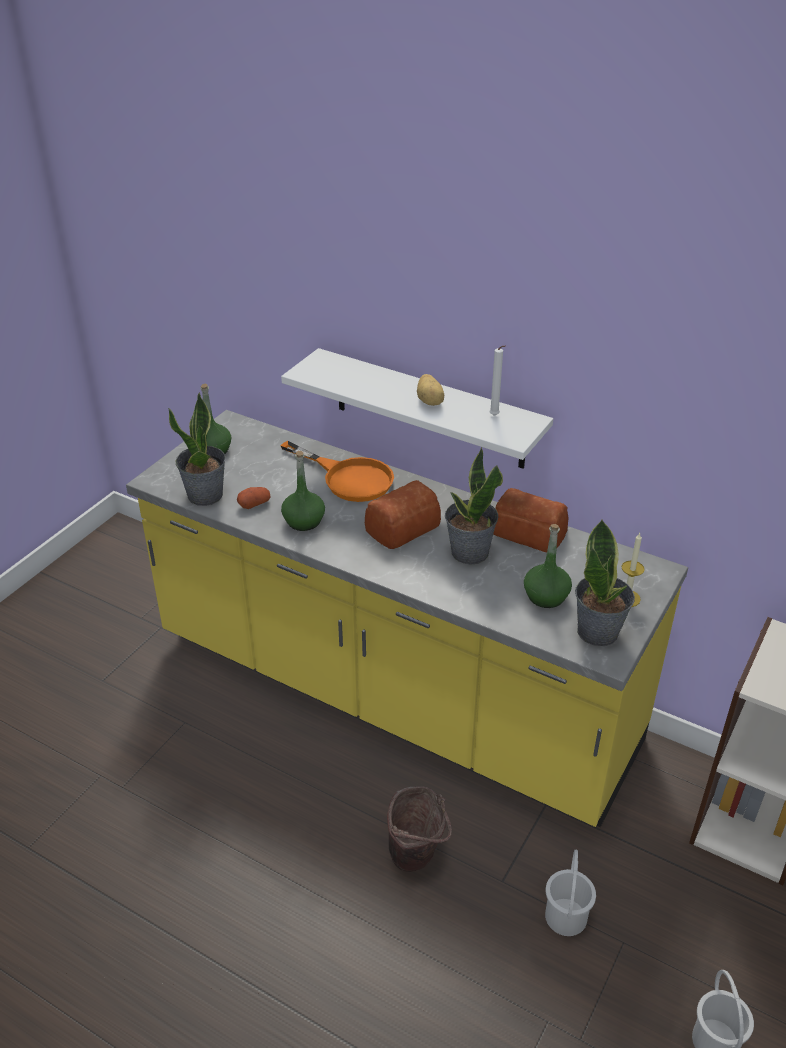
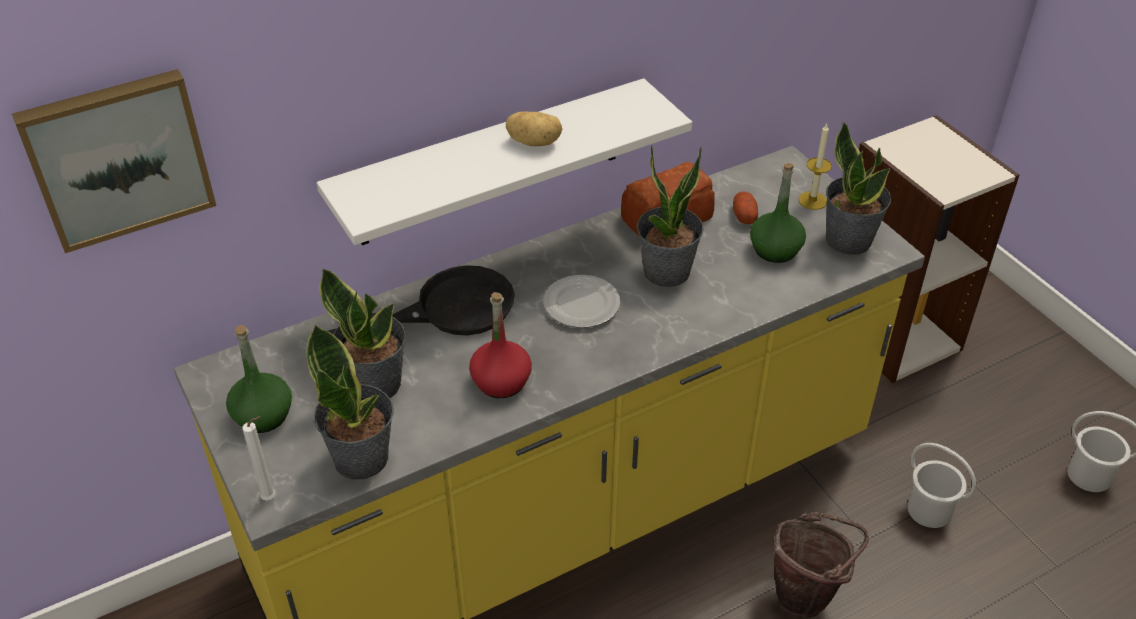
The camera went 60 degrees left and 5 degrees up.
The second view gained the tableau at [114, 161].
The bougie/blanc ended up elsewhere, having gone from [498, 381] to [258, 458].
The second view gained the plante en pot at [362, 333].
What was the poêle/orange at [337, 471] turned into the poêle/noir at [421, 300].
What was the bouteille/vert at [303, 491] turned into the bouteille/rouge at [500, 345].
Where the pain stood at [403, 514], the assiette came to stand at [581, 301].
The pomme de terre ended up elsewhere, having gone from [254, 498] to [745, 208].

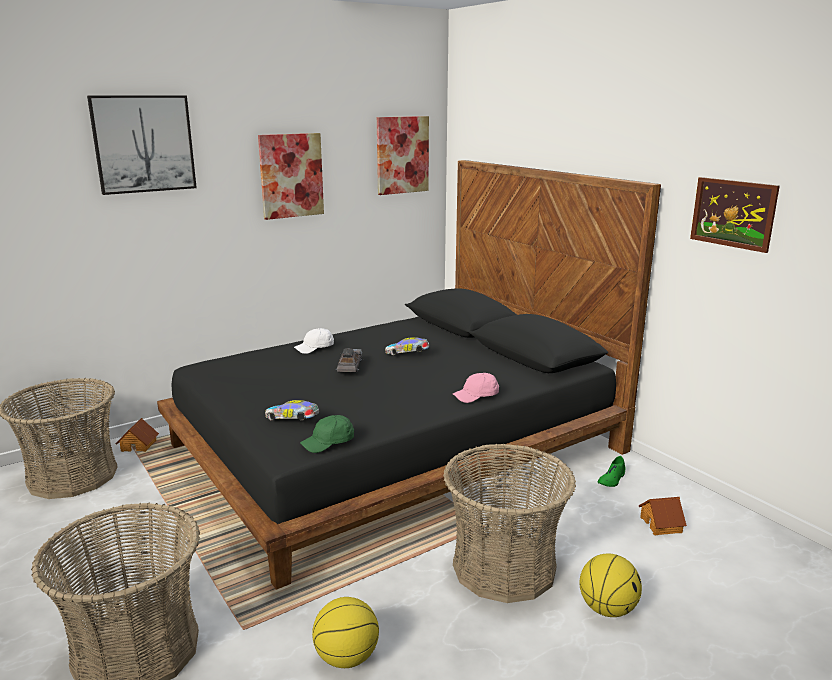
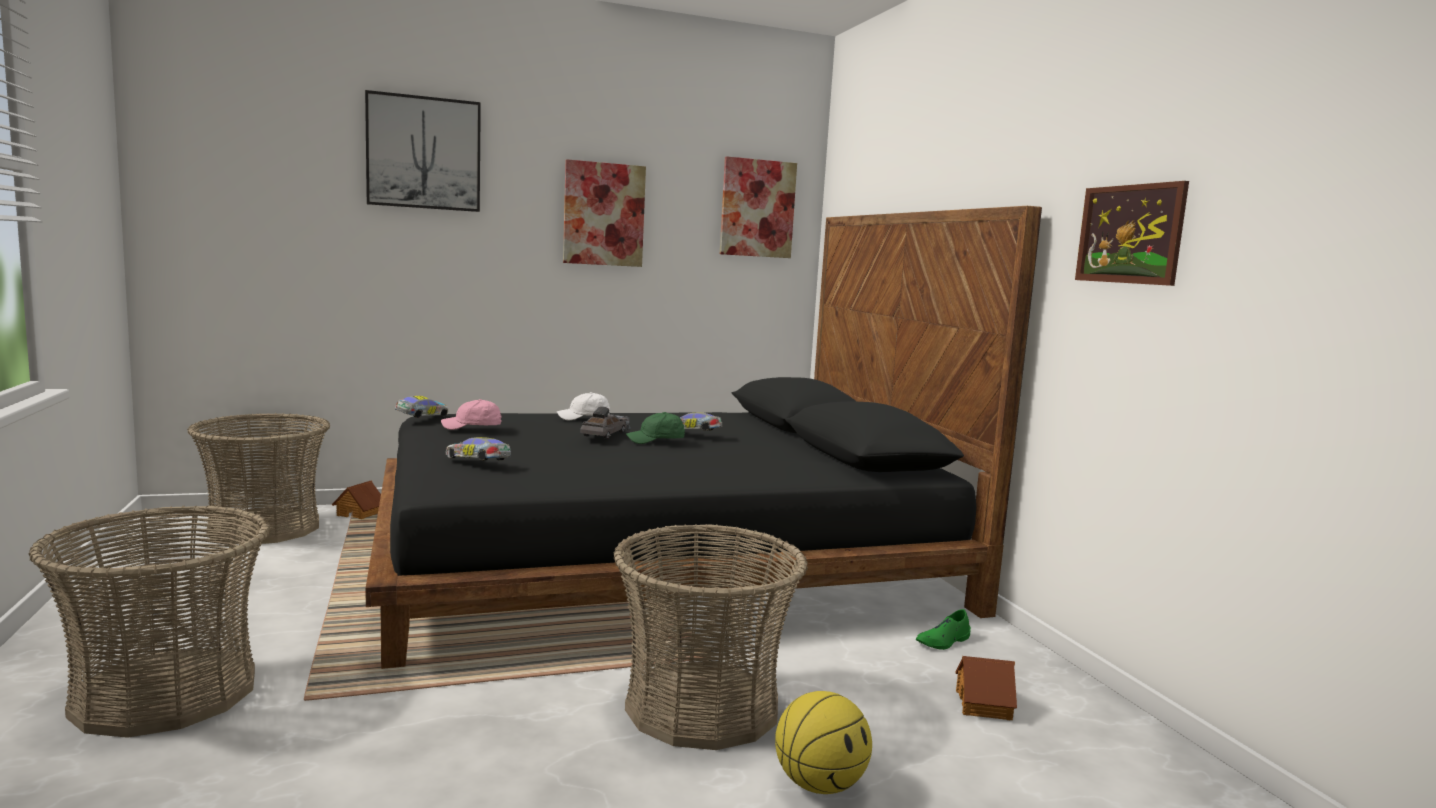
The camera went 15 degrees right and 10 degrees down.
The second view gained the petite voiture at [421, 406].
The casquette/rose ended up elsewhere, having gone from [476, 388] to [471, 414].
The casquette/vert ended up elsewhere, having gone from [327, 434] to [655, 428].
The second view lost the ballon de basket at [345, 632].

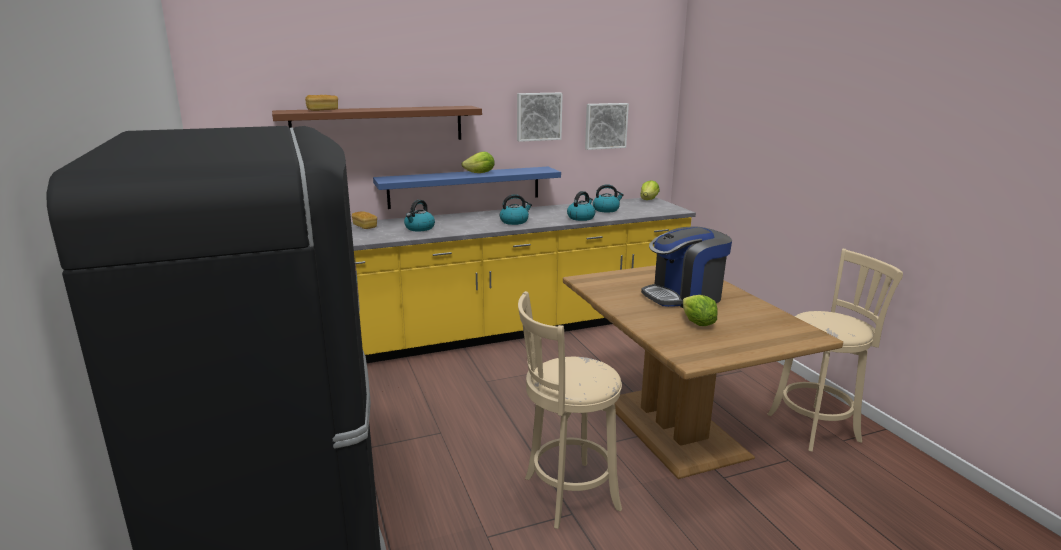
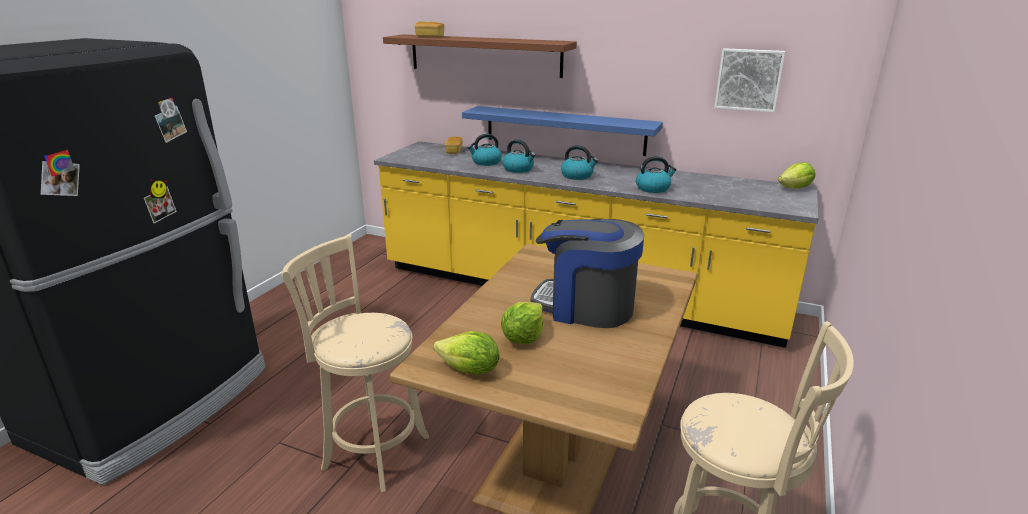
The camera went 45 degrees right and 5 degrees up.
The laitue ended up elsewhere, having gone from [478, 162] to [466, 352].
The bouilloire ended up elsewhere, having gone from [608, 198] to [519, 156].
The second view lost the tableau at [540, 117].

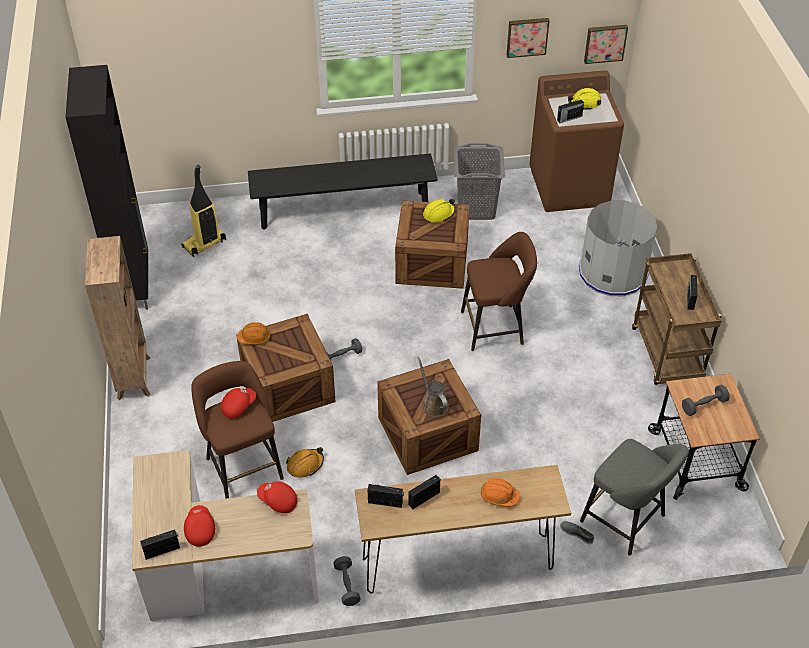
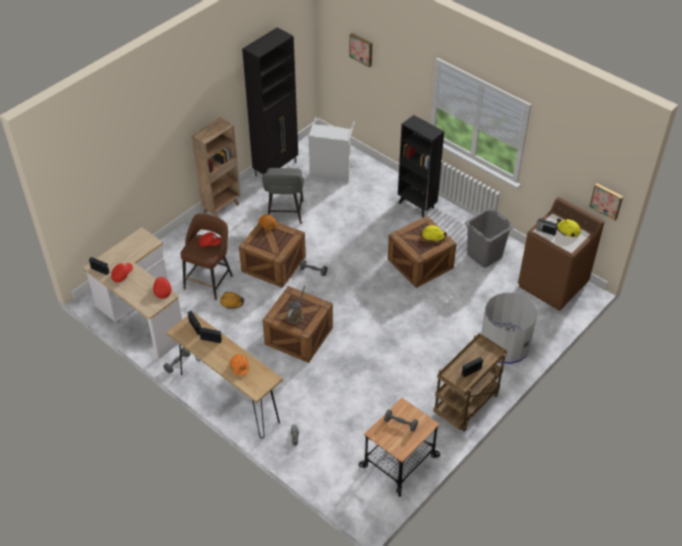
The camera went 50 degrees right and 0 degrees up.
The tabouret/gris ended up elsewhere, having gone from [634, 497] to [283, 196].
Where the aspirateur stood at [203, 211], the panier à linge/gris came to stand at [331, 148].
The tableau ended up elsewhere, having gone from [528, 38] to [361, 50].
Where the banc/noir stood at [343, 191], the bibliothèque/noir came to stand at [421, 166].
The second view lost the tabouret/marron at [499, 291].

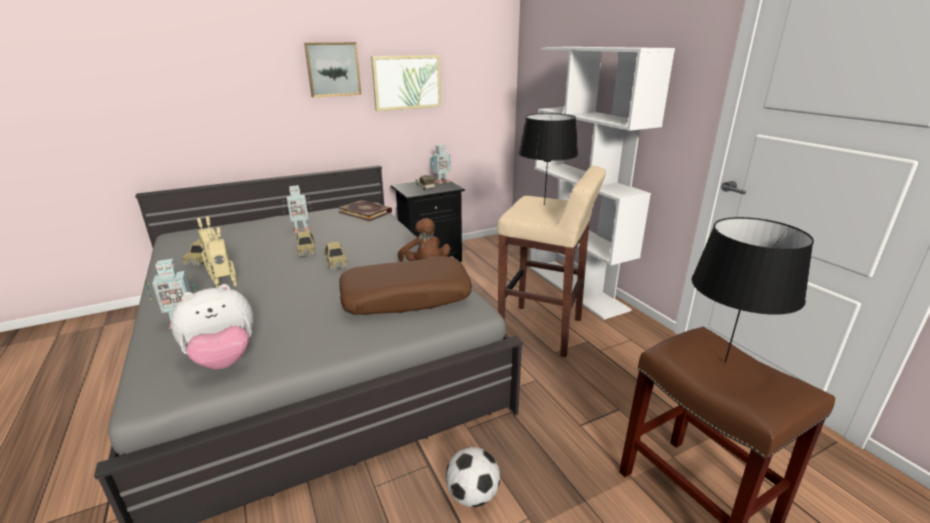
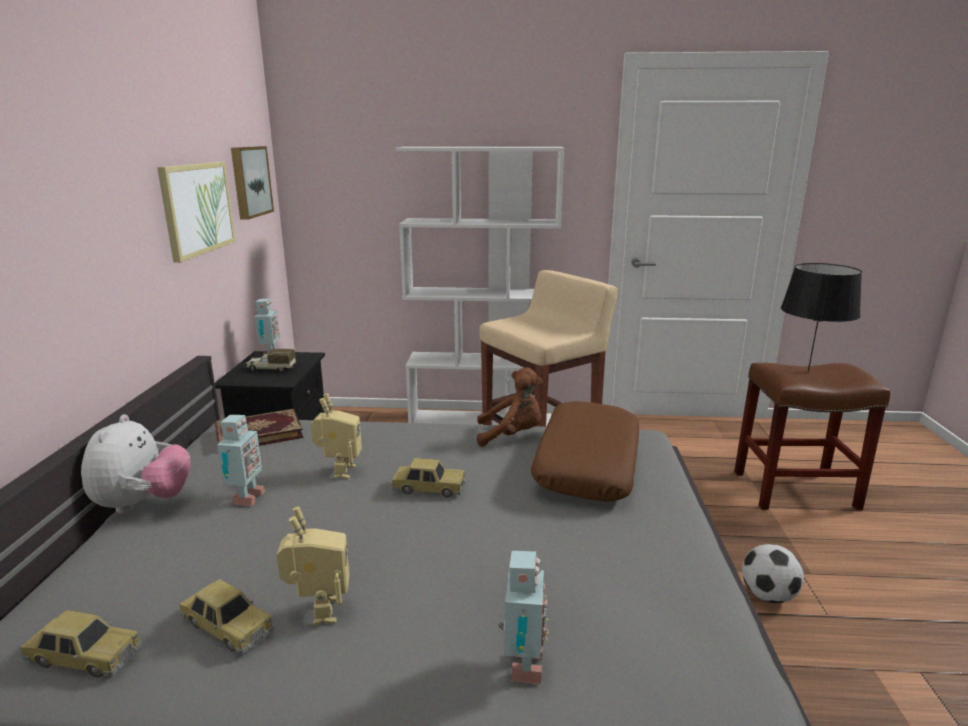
The camera went 60 degrees left and 5 degrees down.
The petite voiture ended up elsewhere, having gone from [305, 244] to [81, 644].
The peluche ended up elsewhere, having gone from [212, 326] to [136, 464].
The tableau ended up elsewhere, having gone from [332, 69] to [252, 183].
The robot jouet ended up elsewhere, having gone from [222, 257] to [336, 436].
The second view lost the lampe de table/noir at [548, 159].

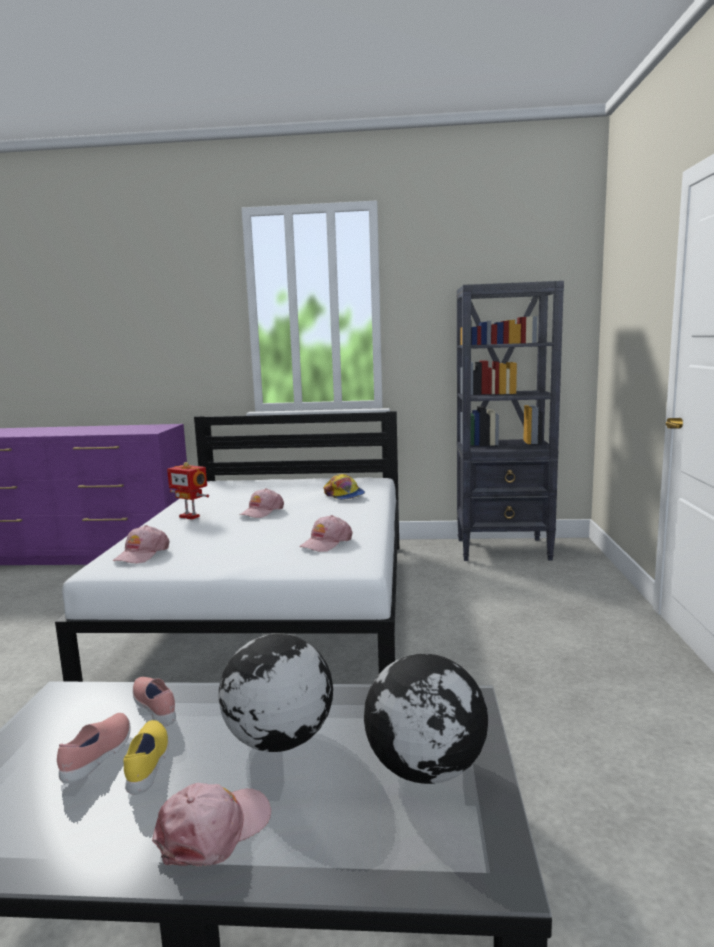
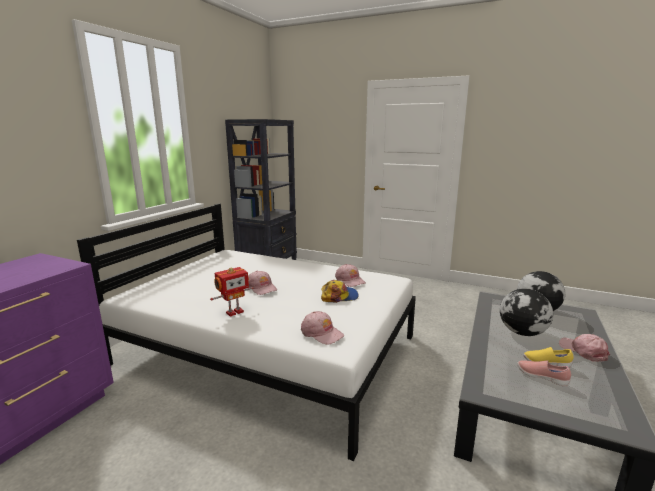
The camera went 70 degrees left and 5 degrees up.
The casquette ended up elsewhere, having gone from [344, 487] to [340, 291].
The second view lost the chaussure/rose at [154, 701].

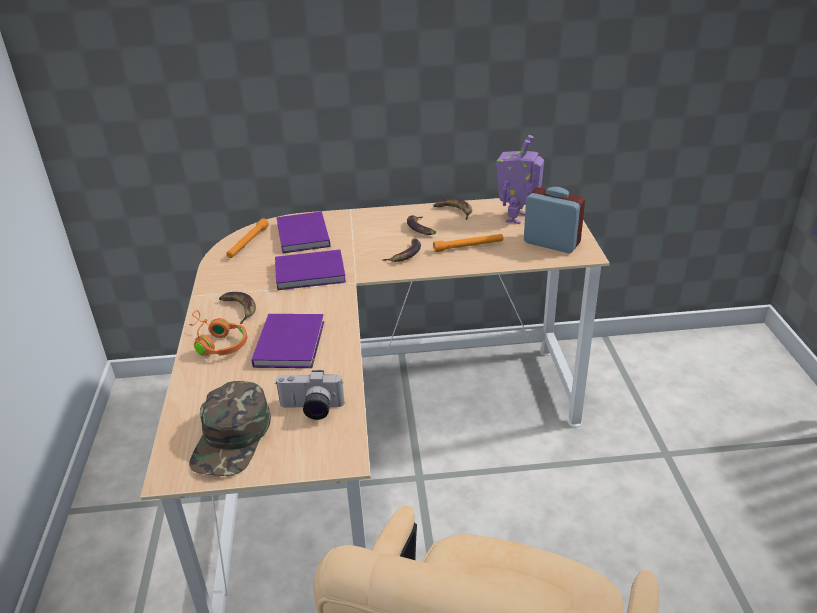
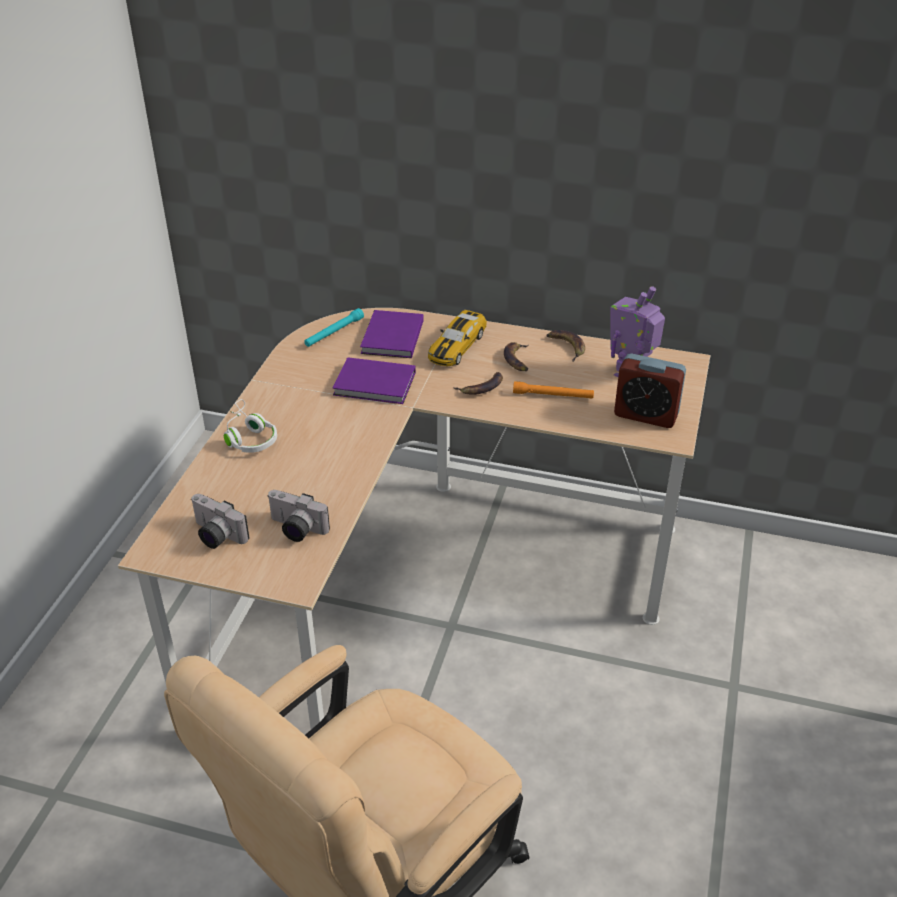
The camera went 20 degrees right and 5 degrees up.
Where the casquette/vert stood at [230, 428], the appareil photo came to stand at [220, 521].
What was the casque audio/orange at [218, 333] turned into the casque audio/blanc at [250, 426].
What was the lampe de poche/orange at [247, 238] turned into the lampe de poche/turquoise at [334, 327].
The second view gained the petite voiture at [457, 338].
The réveil at [554, 220] ended up facing another way, 150 degrees clockwise from before.
The second view lost the banane at [237, 308].
The second view lost the livre/violet at [287, 341].

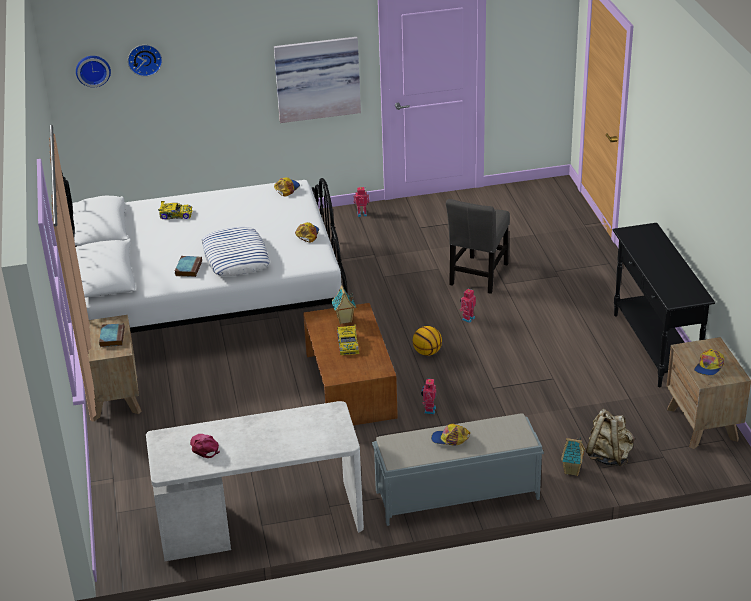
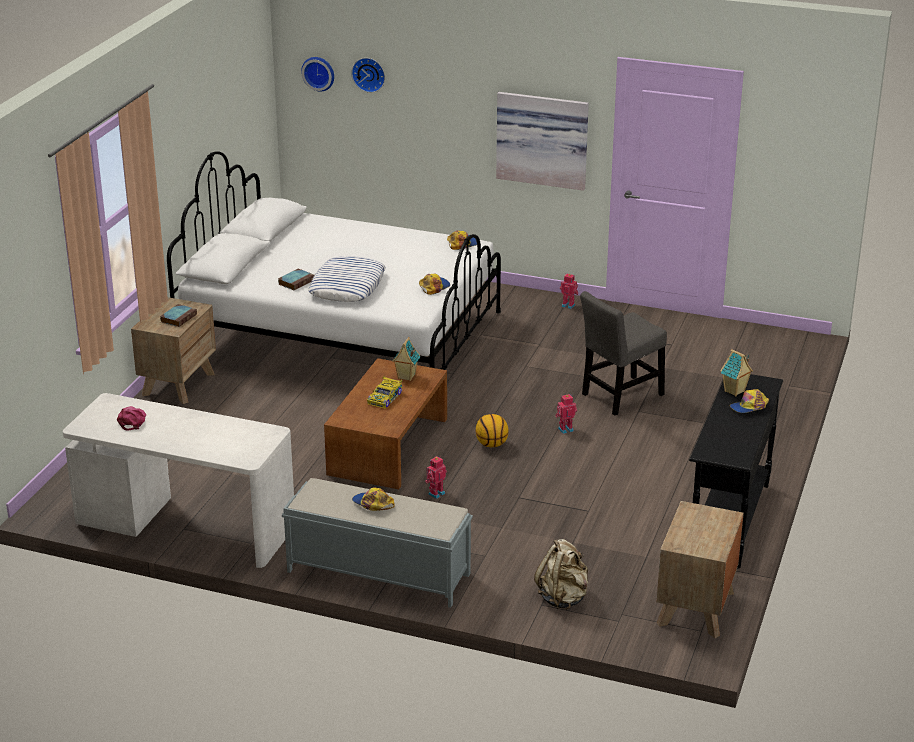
The camera went 30 degrees right and 5 degrees down.
The maison miniature ended up elsewhere, having gone from [573, 456] to [736, 372].
The casquette ended up elsewhere, having gone from [709, 362] to [749, 401].
The second view lost the petite voiture at [175, 210].

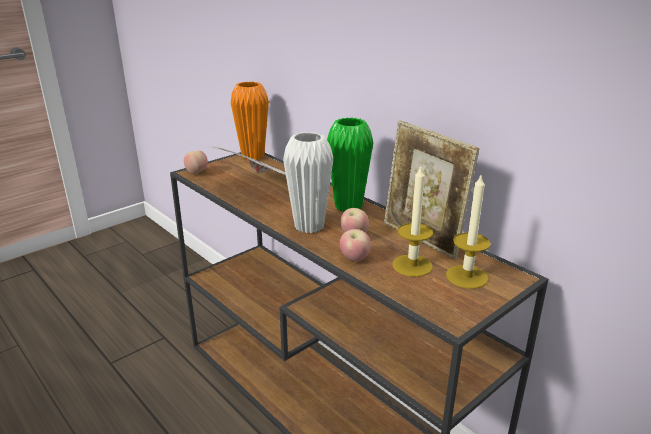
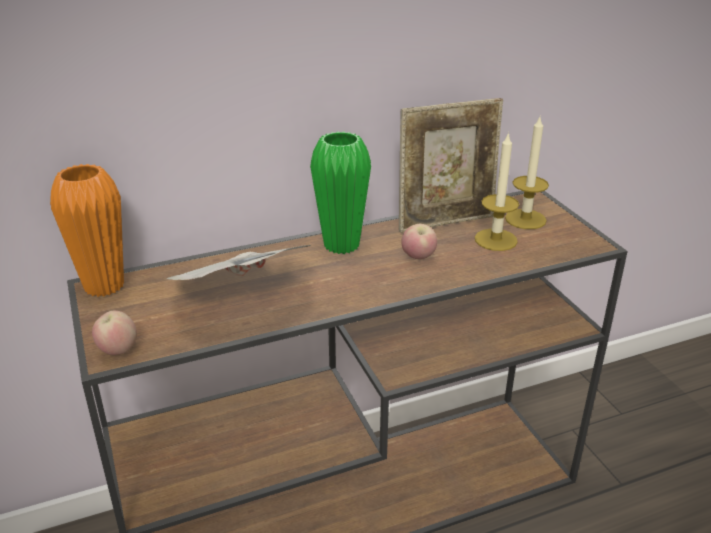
The camera went 70 degrees left and 5 degrees up.
The second view lost the vase/blanc at [308, 182].
The second view lost the pomme at [355, 245].

